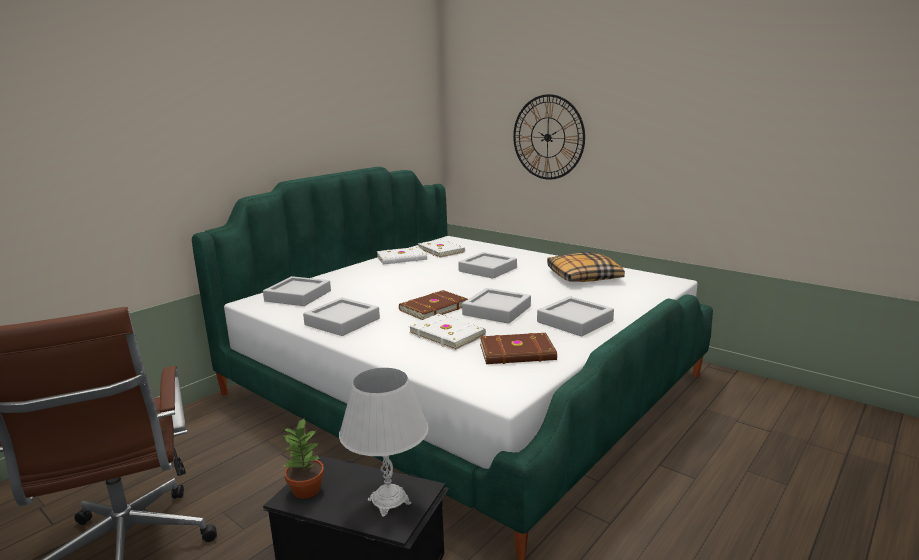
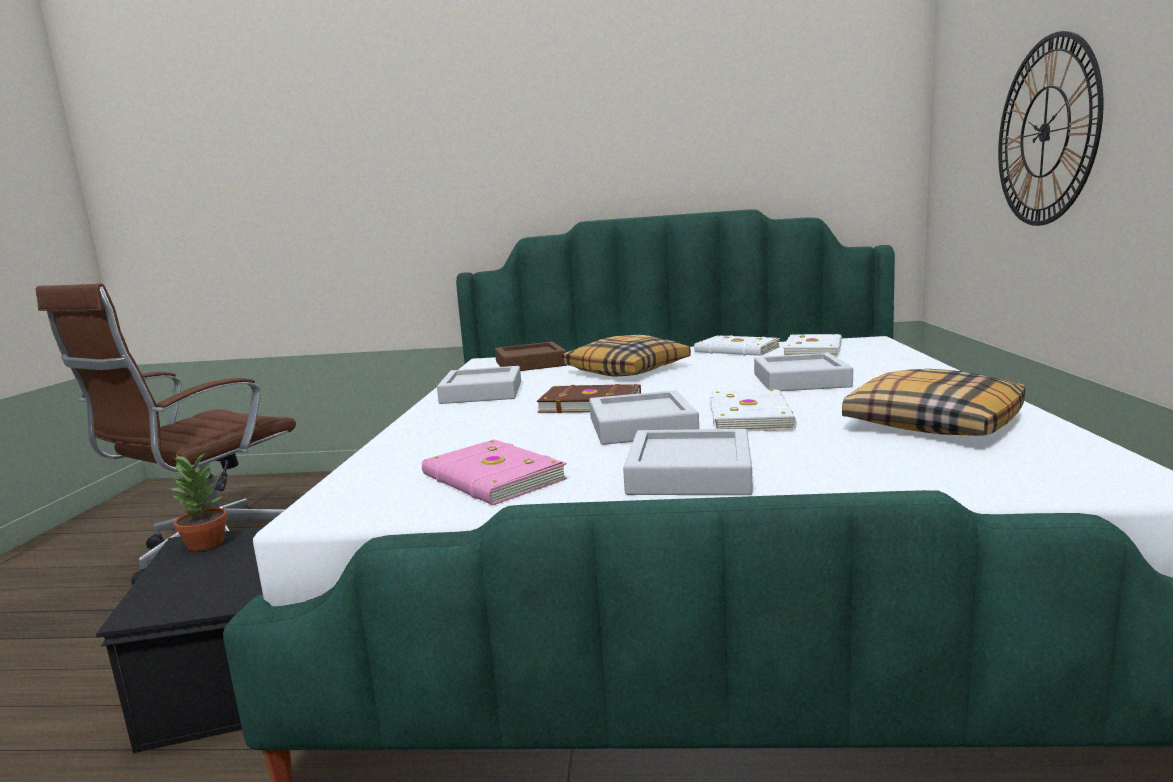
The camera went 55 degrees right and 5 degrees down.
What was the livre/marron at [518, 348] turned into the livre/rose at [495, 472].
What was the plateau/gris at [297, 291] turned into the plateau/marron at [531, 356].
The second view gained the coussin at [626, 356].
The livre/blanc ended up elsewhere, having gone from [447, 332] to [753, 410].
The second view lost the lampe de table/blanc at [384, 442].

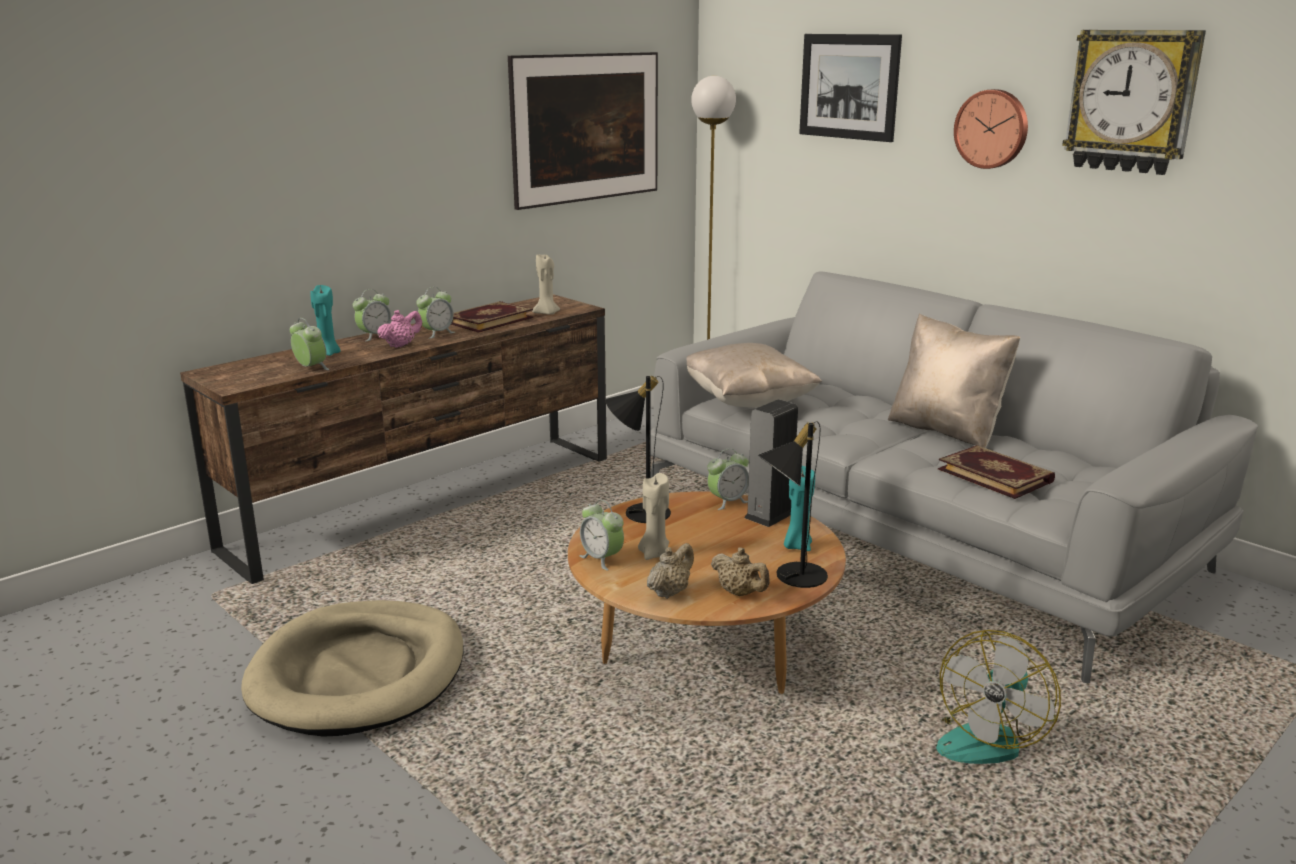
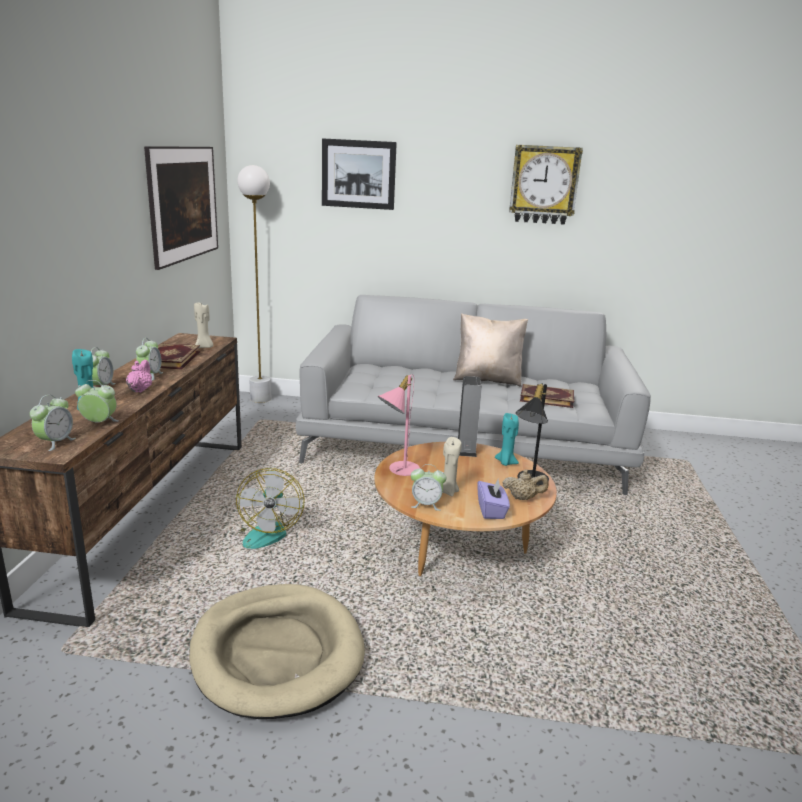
The camera went 40 degrees left and 0 degrees up.
The réveil ended up elsewhere, having gone from [728, 479] to [53, 423].
The ventilateur ended up elsewhere, having gone from [998, 697] to [270, 508].
What was the lampe de table/noir at [638, 449] turned into the lampe de table/rose at [399, 425].
Where the théière/beige stood at [670, 571], the boîte à mouchoirs/violet came to stand at [494, 499].
The second view lost the coussin/beige at [754, 375].
The second view lost the horloge murale at [991, 129].

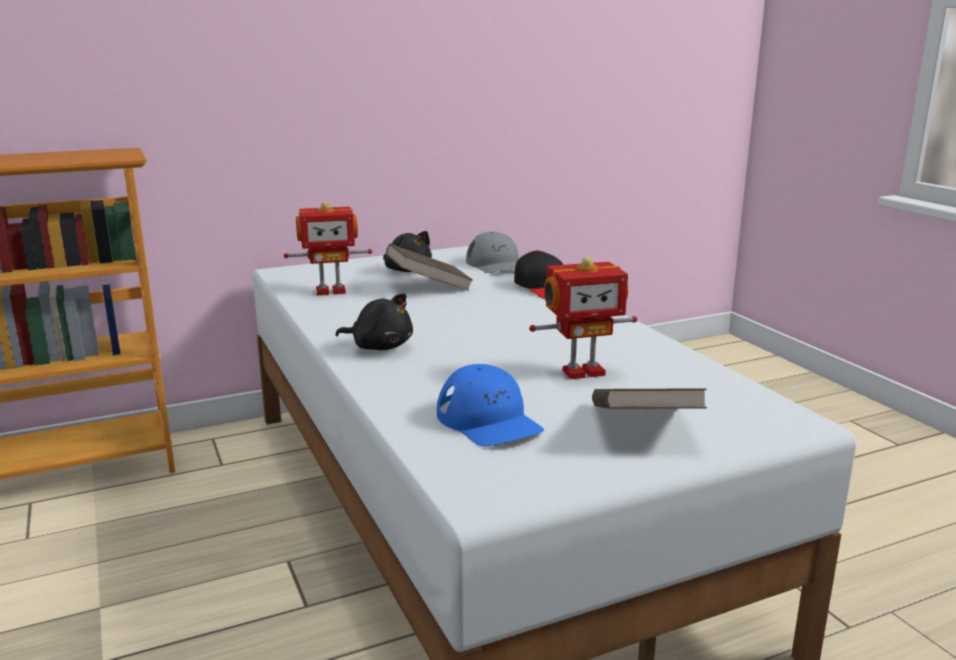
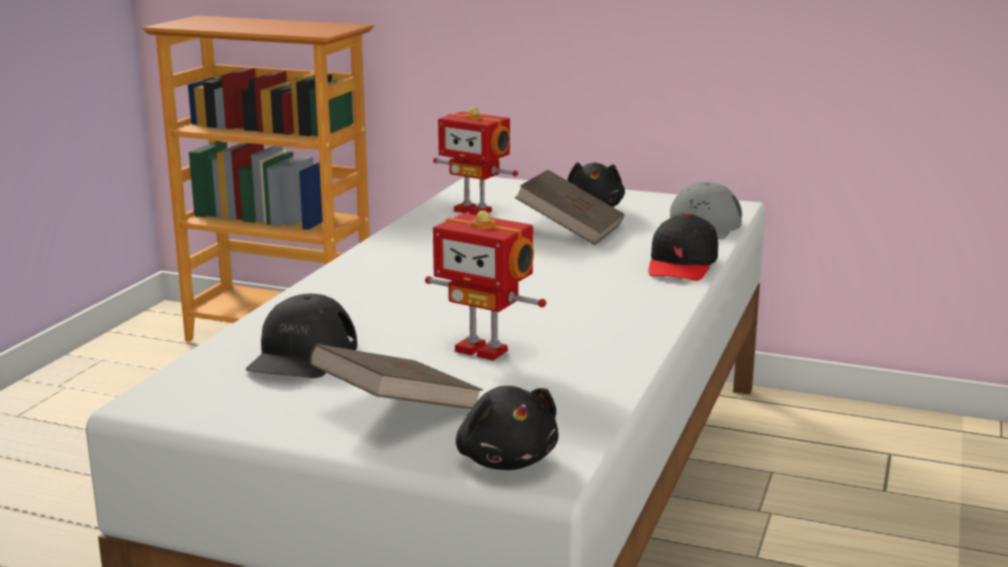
The camera went 45 degrees right and 0 degrees up.
What was the casquette/bleu at [490, 405] turned into the casquette/noir at [301, 336].
The peluche/noir ended up elsewhere, having gone from [374, 321] to [507, 428].

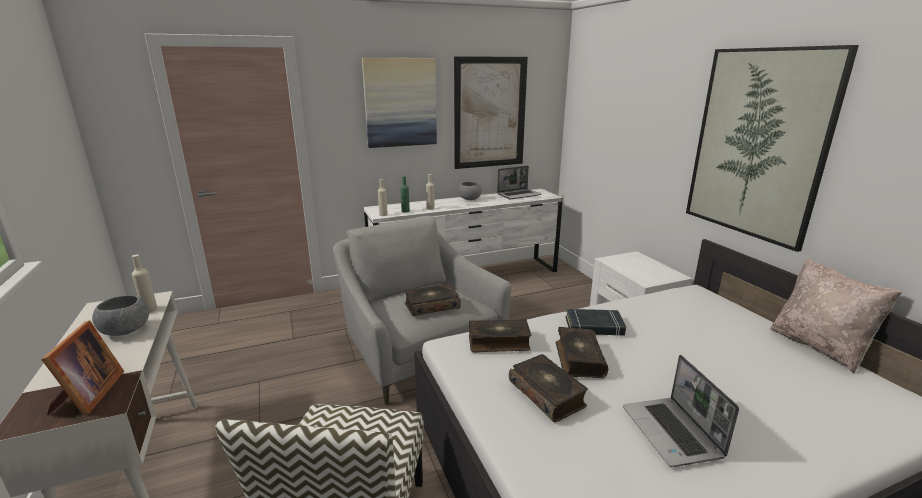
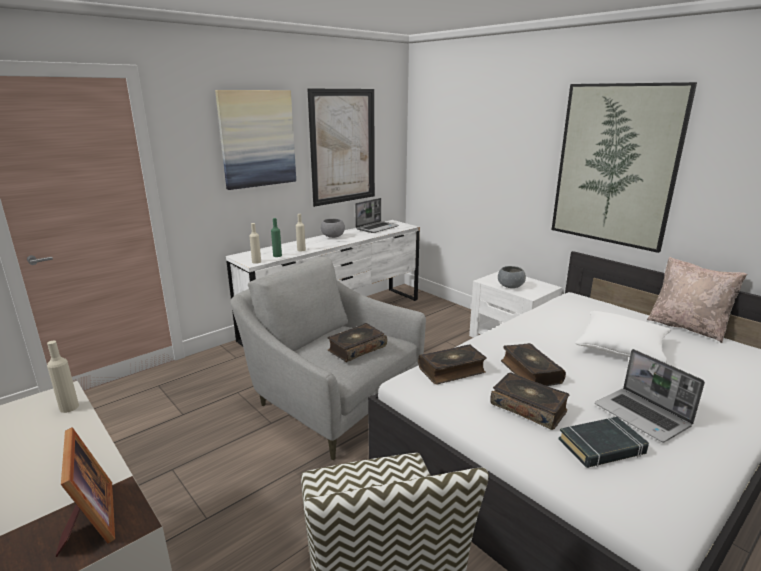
The camera went 20 degrees left and 0 degrees up.
The bol/gris ended up elsewhere, having gone from [120, 315] to [512, 277].
The livre/noir ended up elsewhere, having gone from [596, 322] to [604, 442].
The second view gained the coussin/blanc at [623, 337].

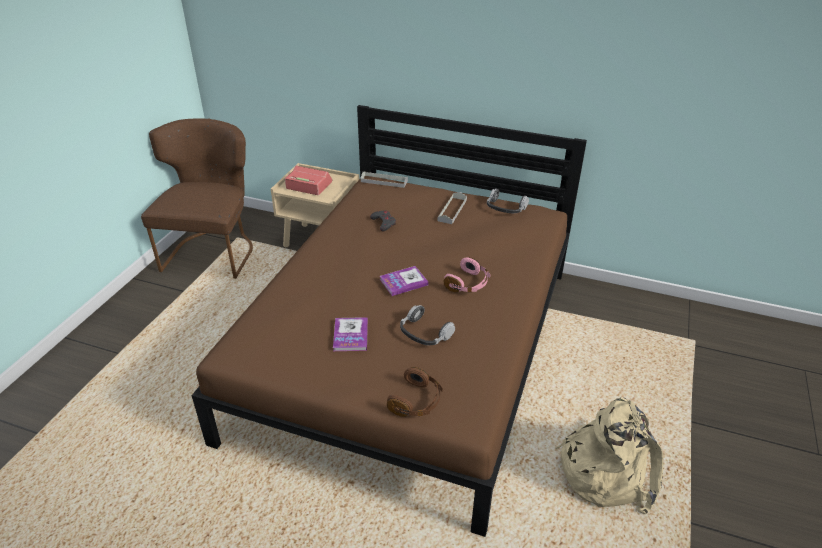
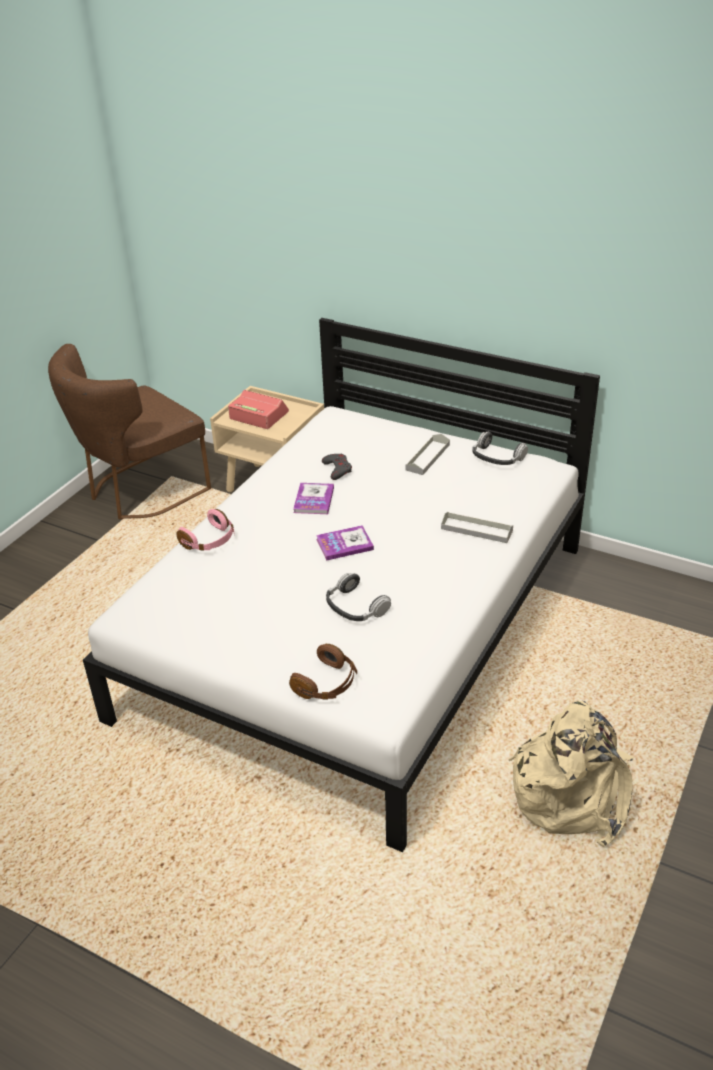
The camera went 10 degrees right and 0 degrees up.
The chaise/marron at [197, 198] ended up facing another way, 150 degrees counterclockwise from before.
What was the lit/marron at [389, 321] turned into the lit/blanc at [341, 585].
The casque audio/rose ended up elsewhere, having gone from [467, 274] to [205, 530].
The livre ended up elsewhere, having gone from [350, 334] to [313, 498].
The plateau/gris ended up elsewhere, having gone from [384, 179] to [477, 527].

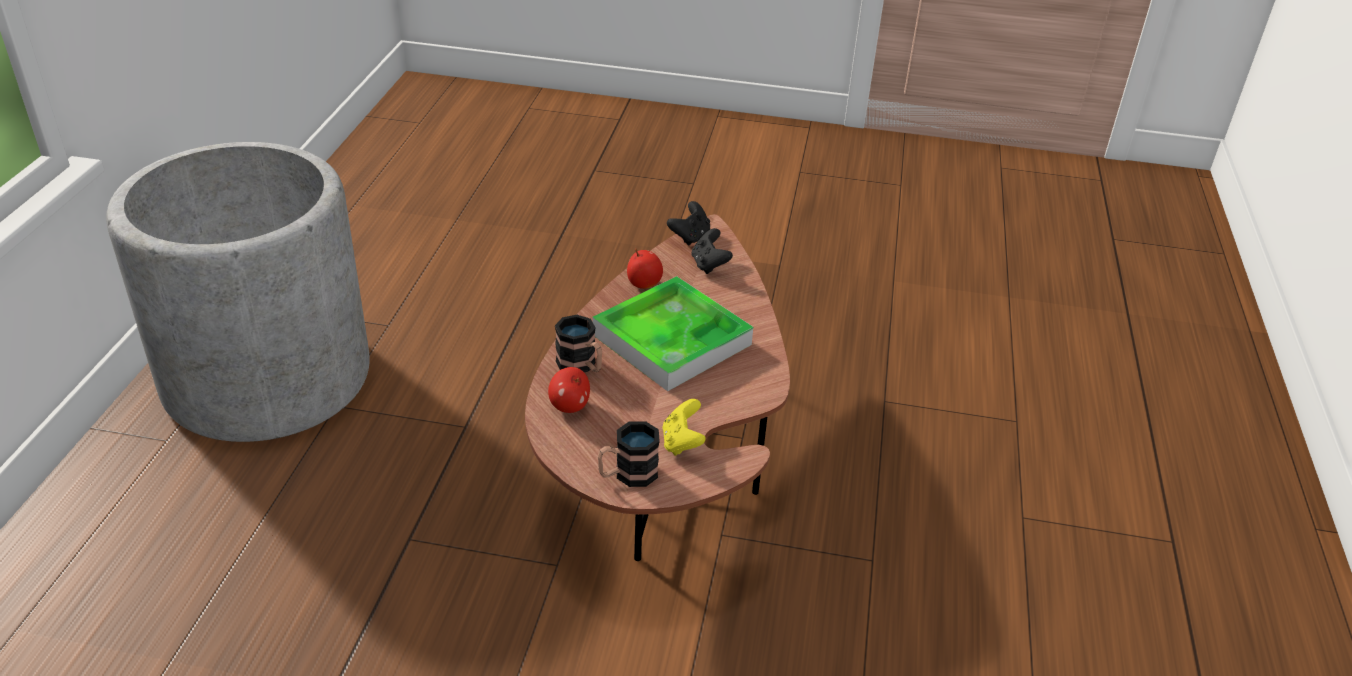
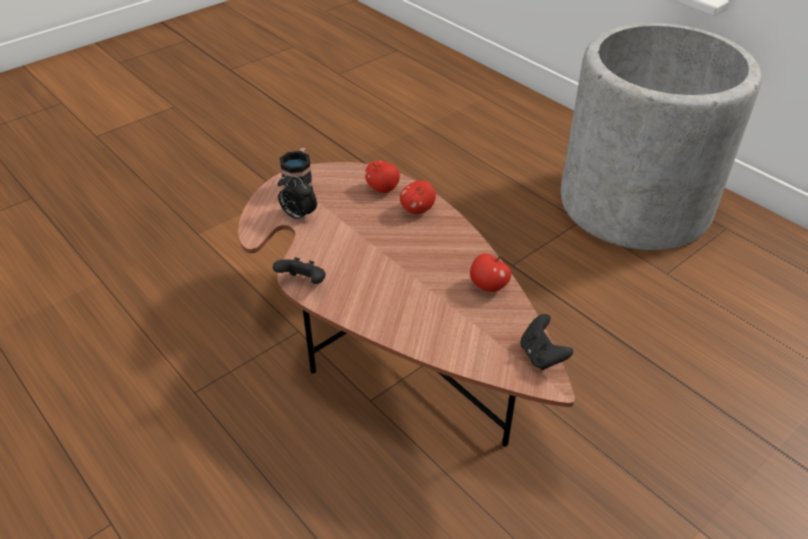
The camera went 130 degrees right and 5 degrees up.
The manette/noir ended up elsewhere, having gone from [712, 251] to [299, 270].
Where the manette/jaune stood at [684, 427], the réveil came to stand at [297, 197].
Where the mug stood at [578, 343], the pomme came to stand at [418, 197].
The second view lost the plateau at [672, 333].

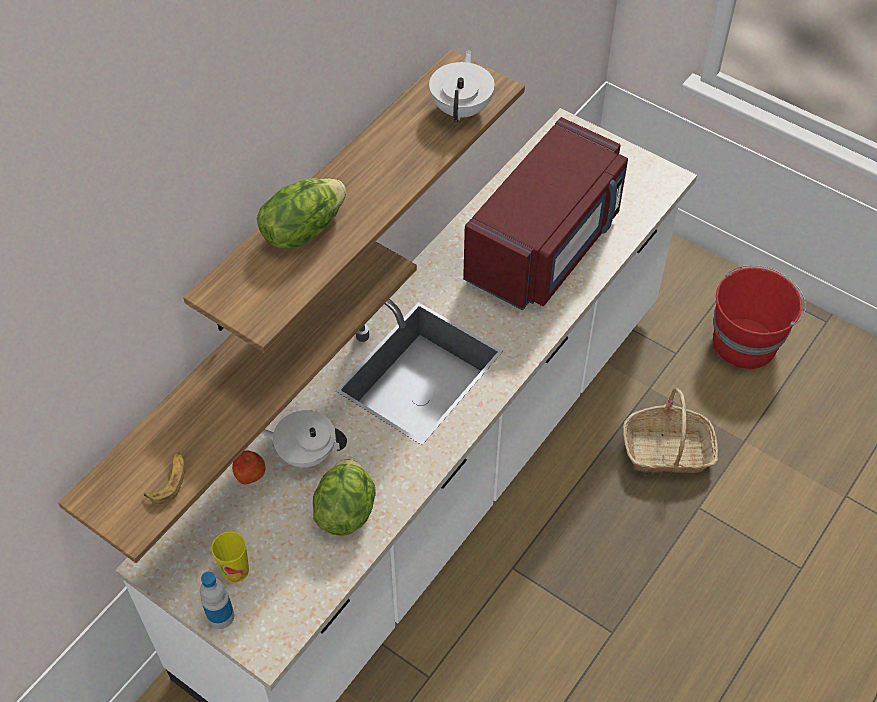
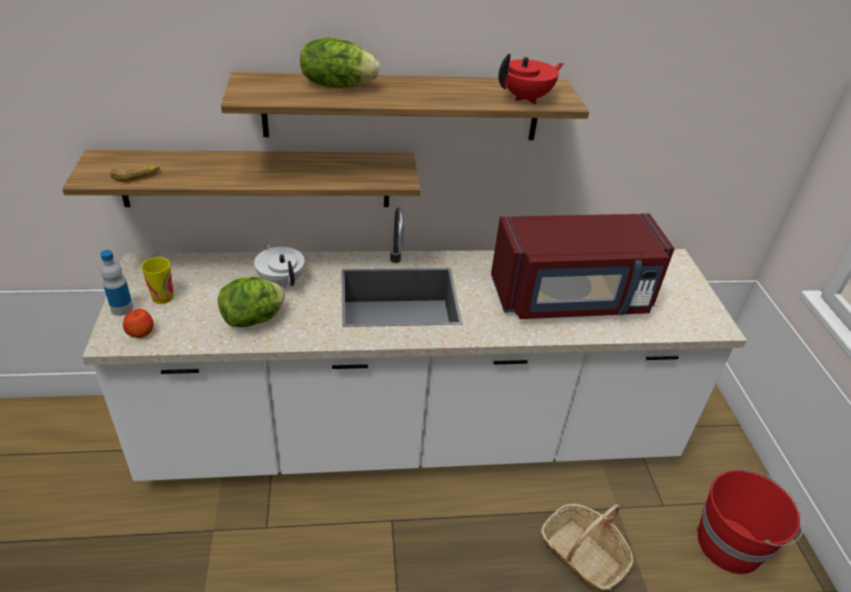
The camera went 45 degrees right and 15 degrees down.
The pomme ended up elsewhere, having gone from [248, 467] to [138, 323].
What was the théière/blanc at [462, 86] turned into the théière/rouge at [531, 79].

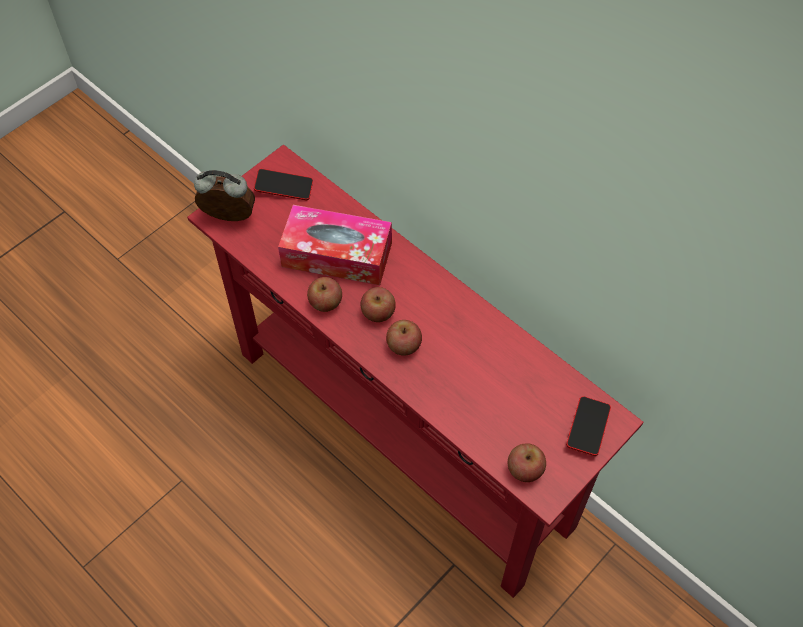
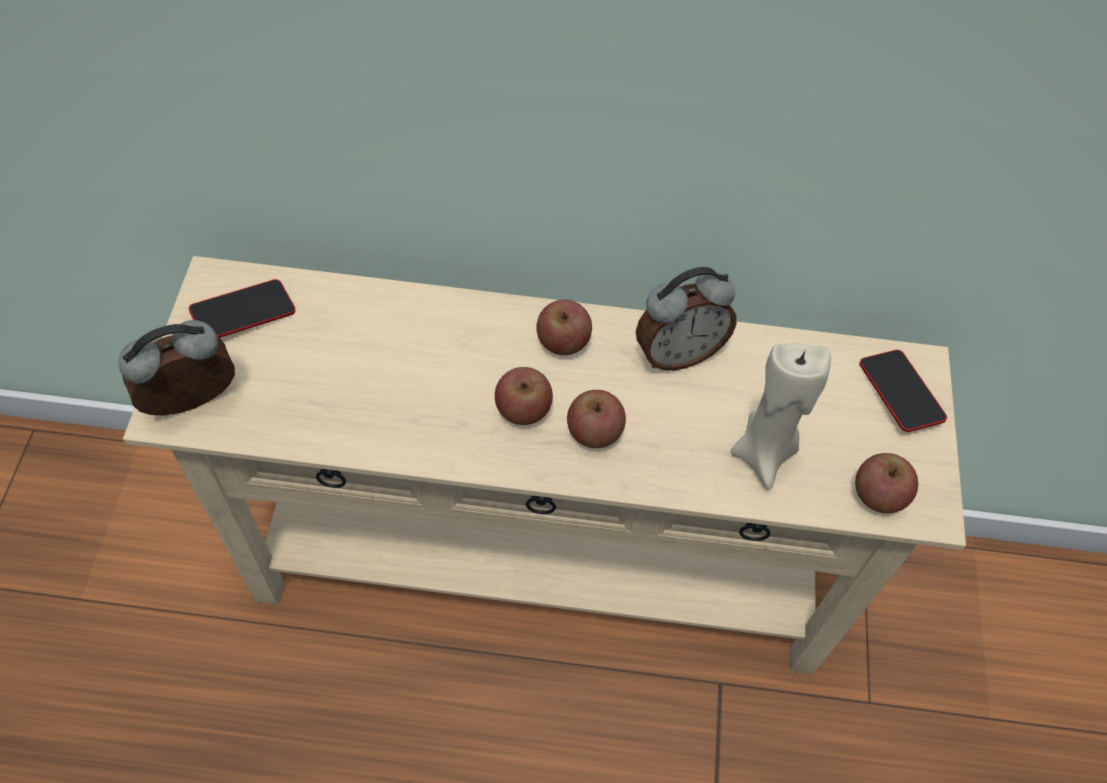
The camera went 40 degrees left and 0 degrees up.
What was the table console/rouge at [415, 371] turned into the table console/beige at [544, 465].
The pomme ended up elsewhere, having gone from [324, 294] to [564, 327].
The second view gained the réveil at [686, 319].
The second view gained the bougie/beige at [781, 416].
The second view lost the boîte à mouchoirs at [335, 245].

